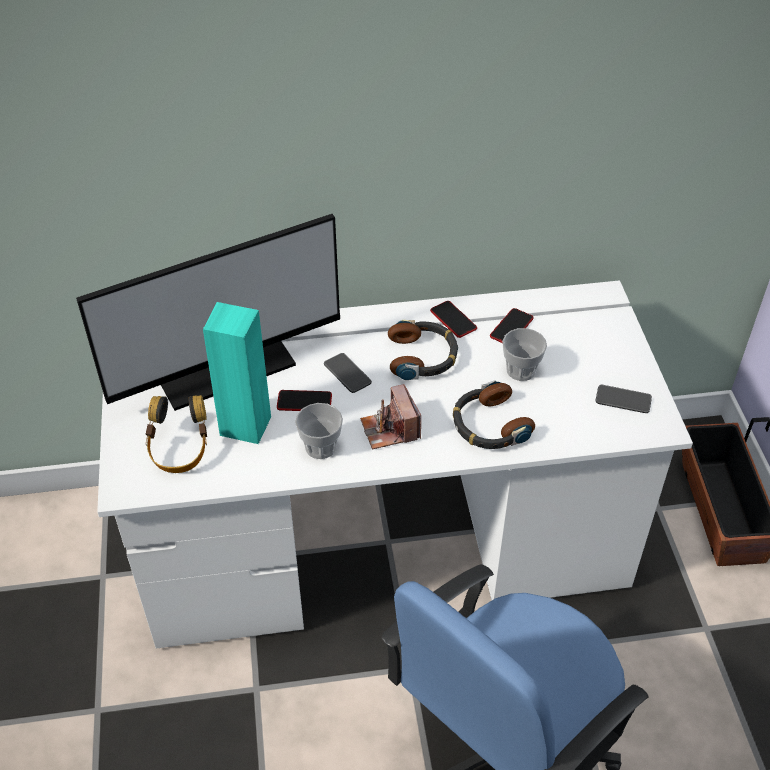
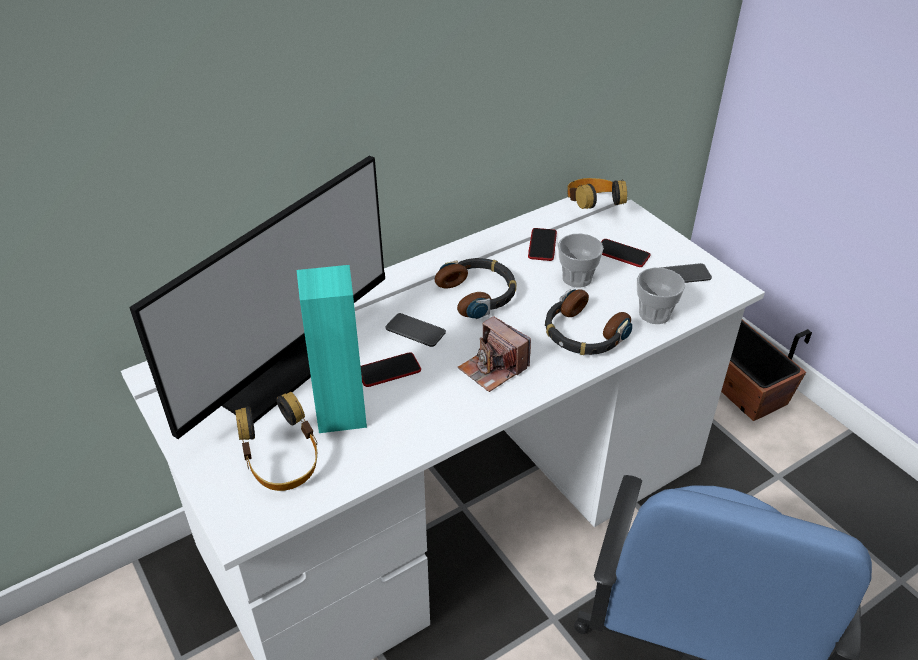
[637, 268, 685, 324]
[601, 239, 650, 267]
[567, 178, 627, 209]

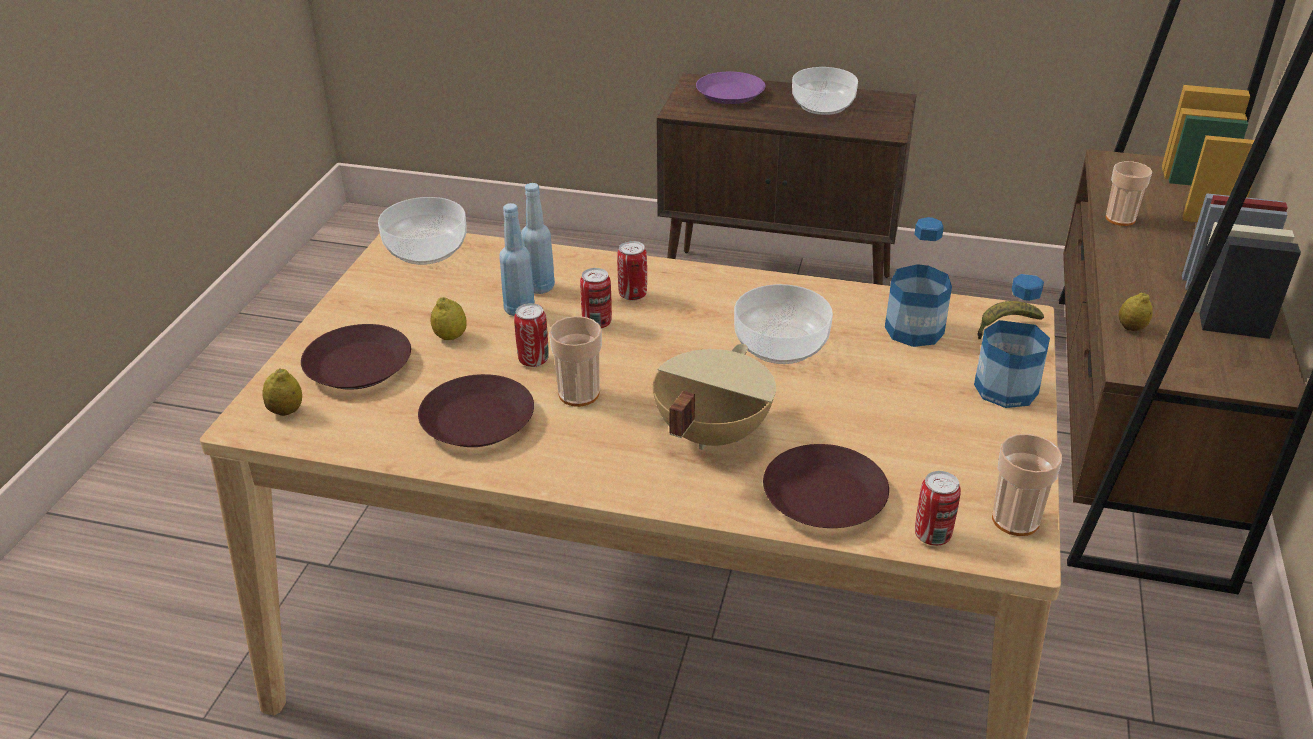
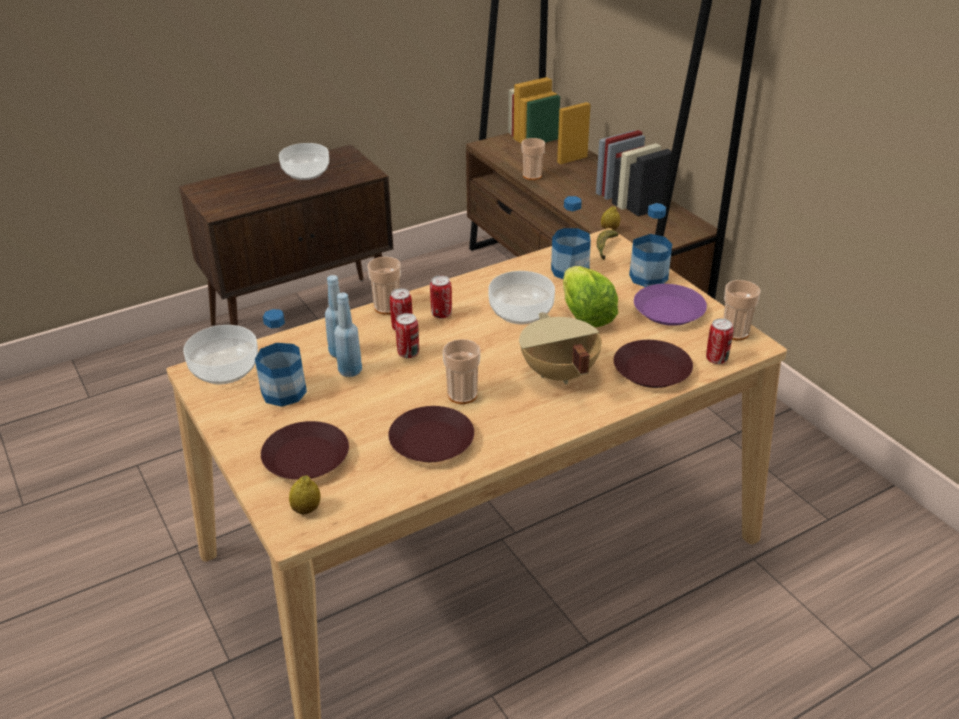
[431, 297, 467, 340] (first image)
[430, 275, 452, 319]
[634, 284, 707, 326]
[255, 309, 307, 407]
[367, 257, 401, 315]
[563, 266, 618, 327]

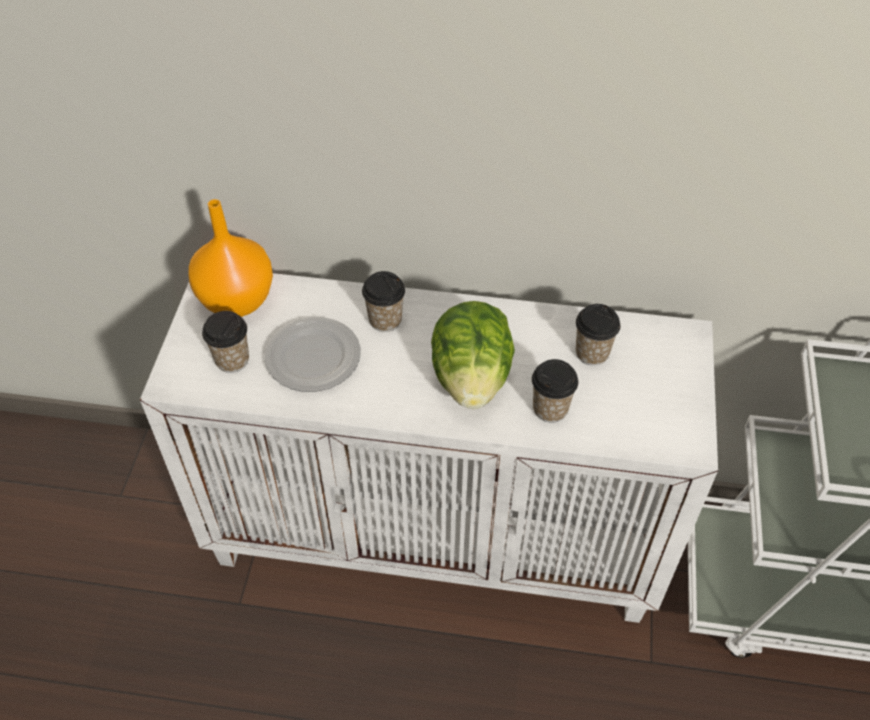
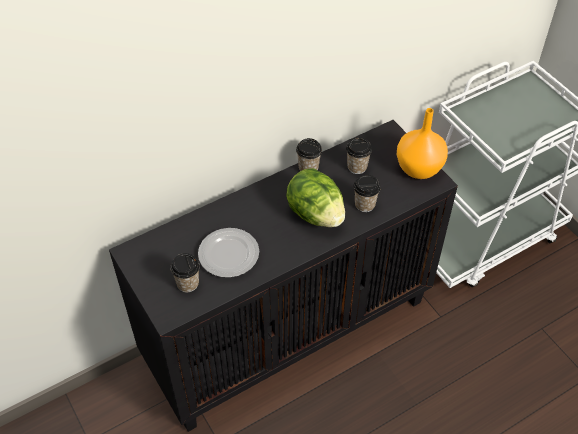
[109, 120, 458, 432]
[397, 108, 448, 179]
[296, 138, 322, 171]

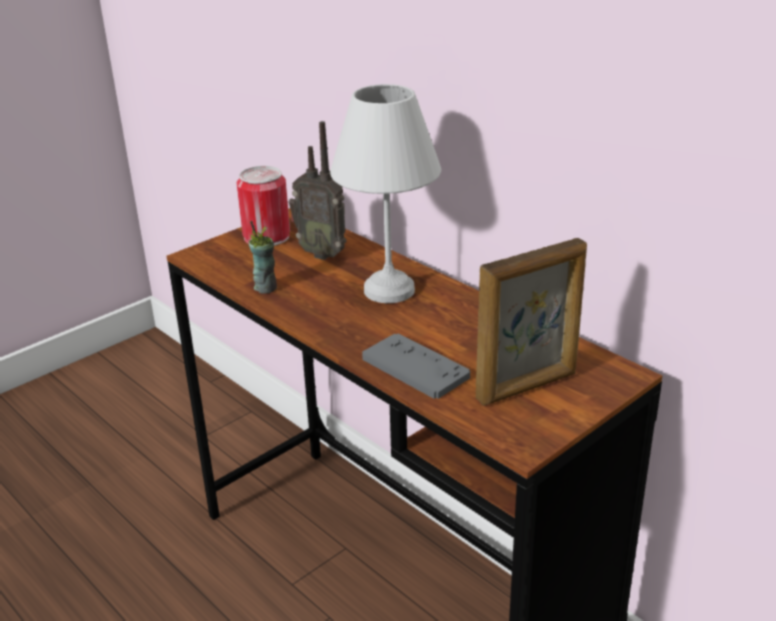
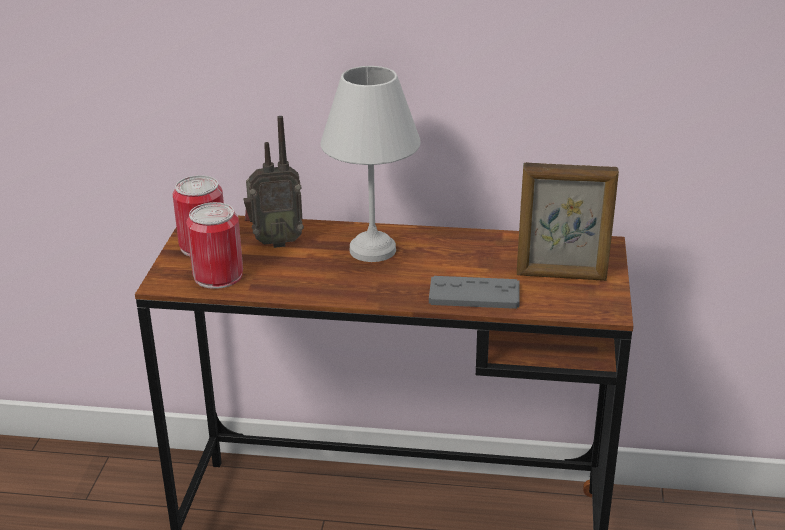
[249, 221, 277, 294] (first image)
[517, 162, 619, 281]
[186, 202, 243, 289]

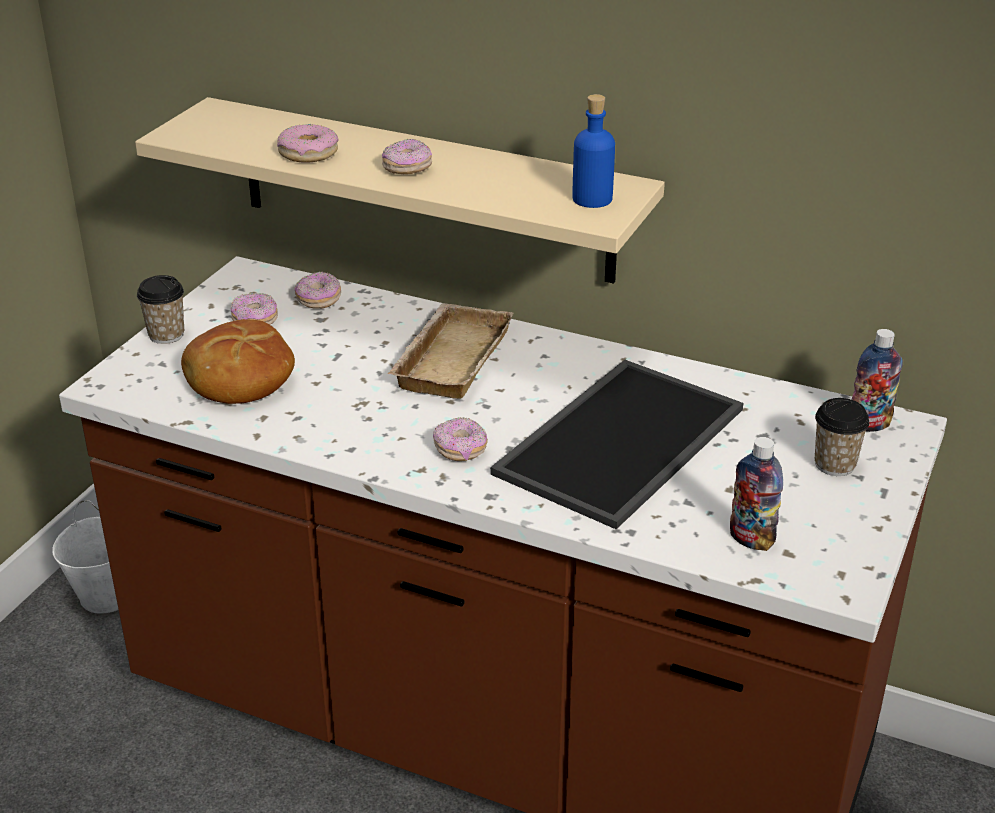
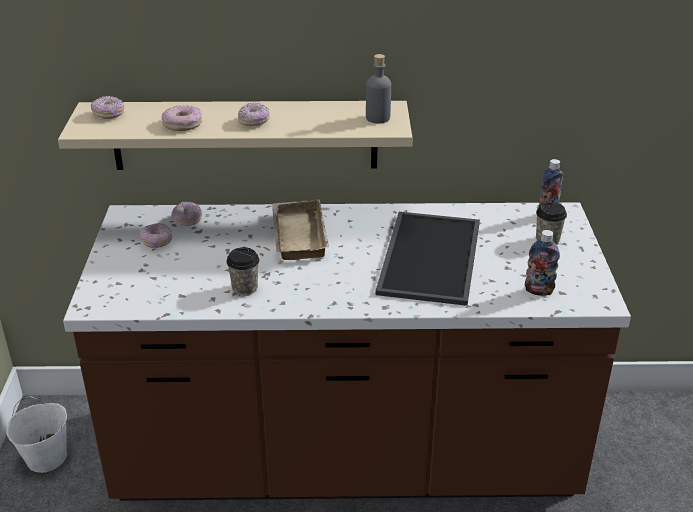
[226, 247, 259, 296]
[181, 319, 295, 404] (first image)
[91, 96, 124, 119]
[366, 54, 391, 124]

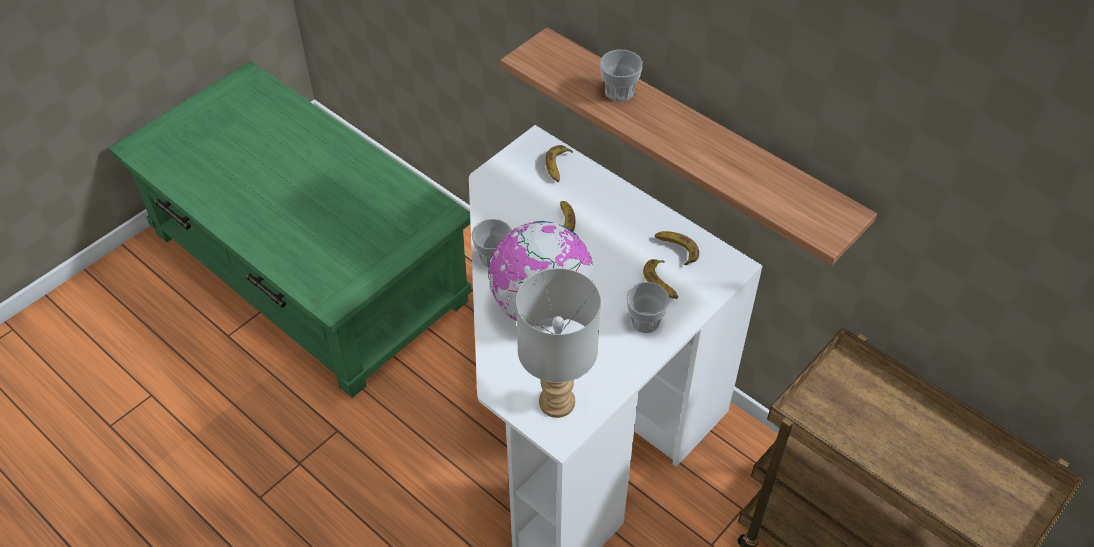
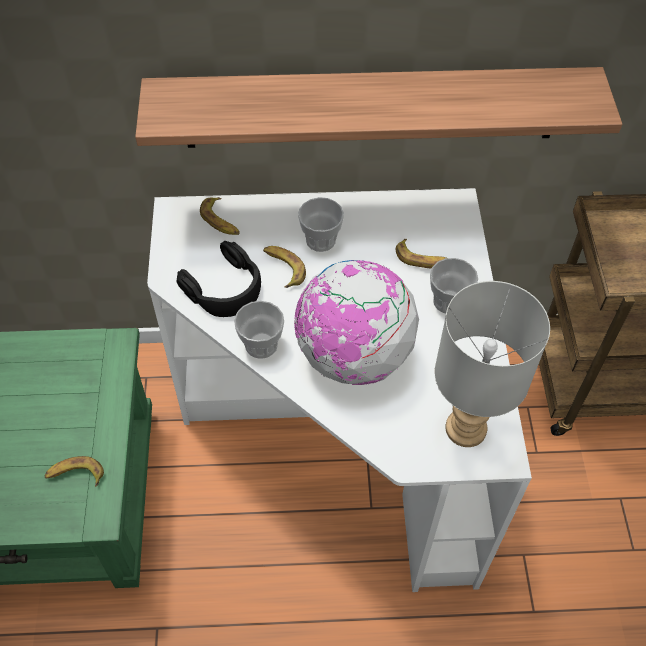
[298, 197, 344, 252]
[45, 456, 104, 487]
[177, 241, 261, 317]

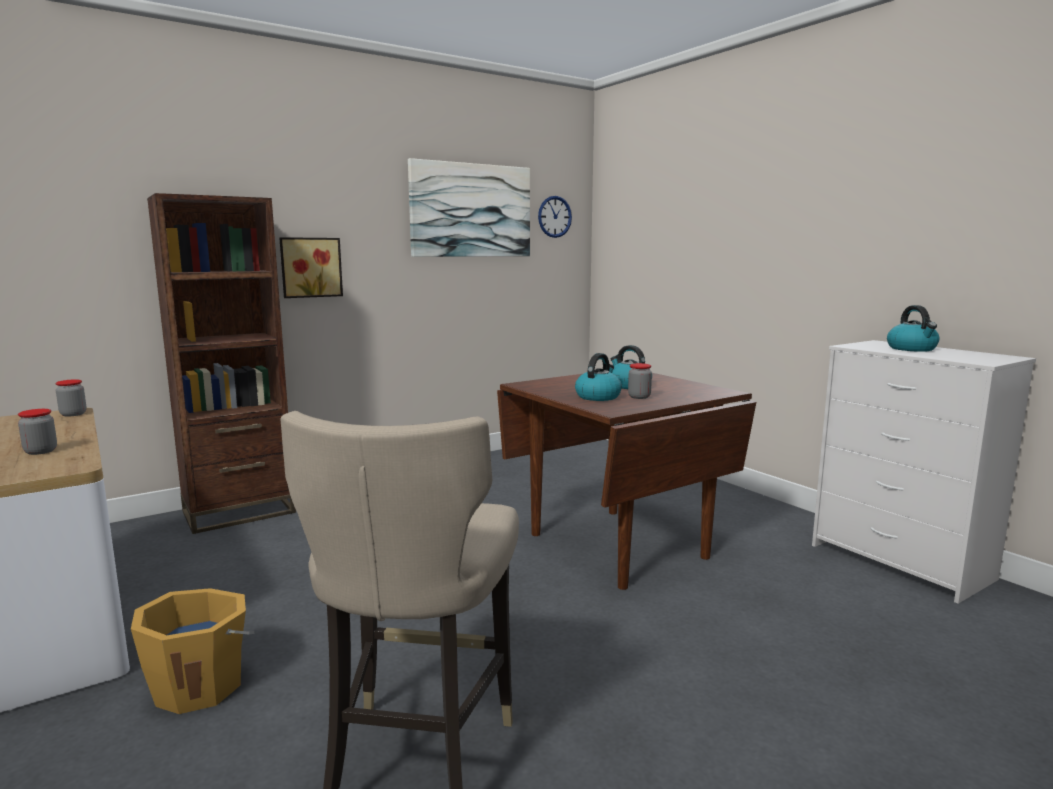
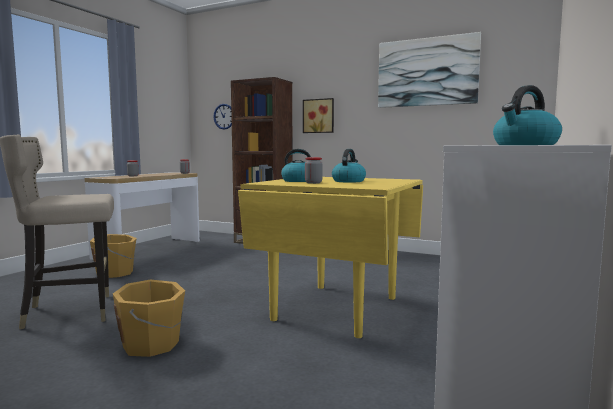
[238, 177, 423, 338]
[214, 104, 232, 130]
[113, 279, 185, 357]

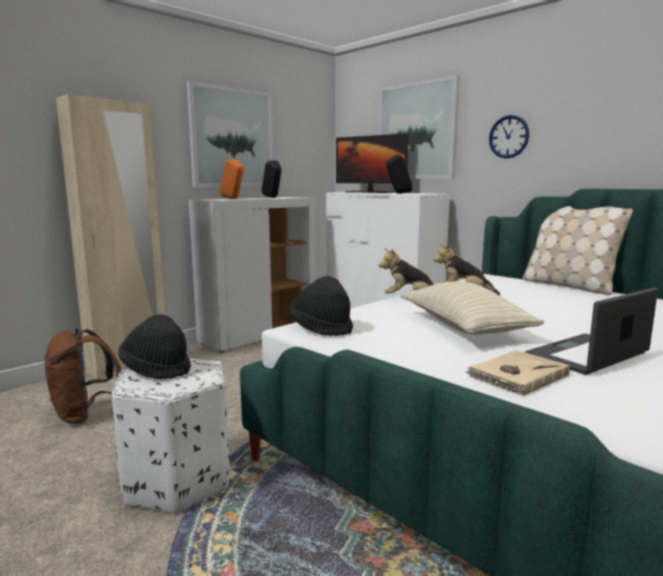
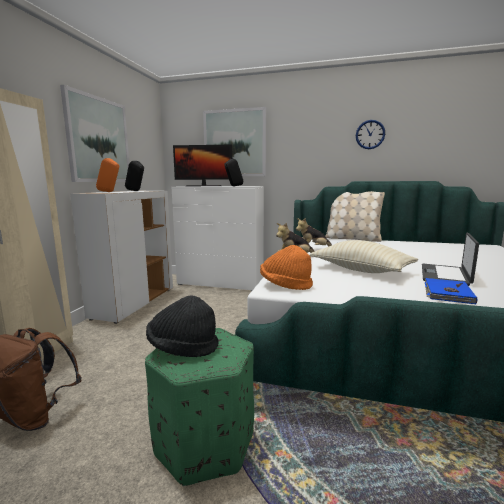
[145, 328, 254, 486]
[260, 245, 313, 290]
[425, 278, 477, 305]
[356, 120, 385, 149]

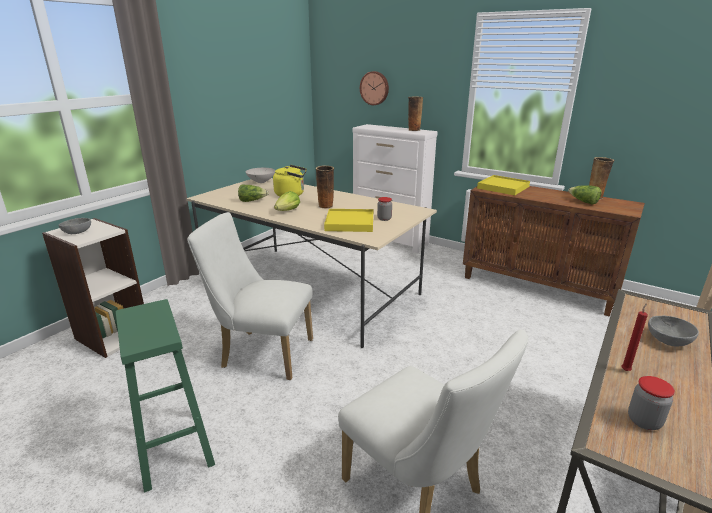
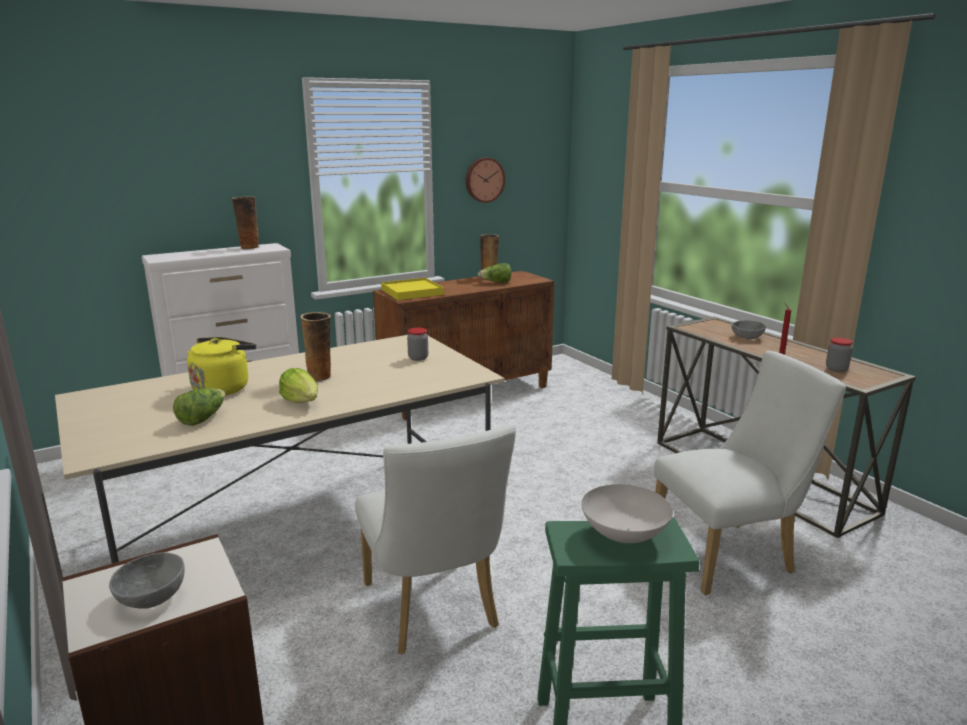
[355, 425, 516, 654]
[581, 484, 673, 543]
[324, 209, 373, 232] (first image)
[466, 158, 505, 203]

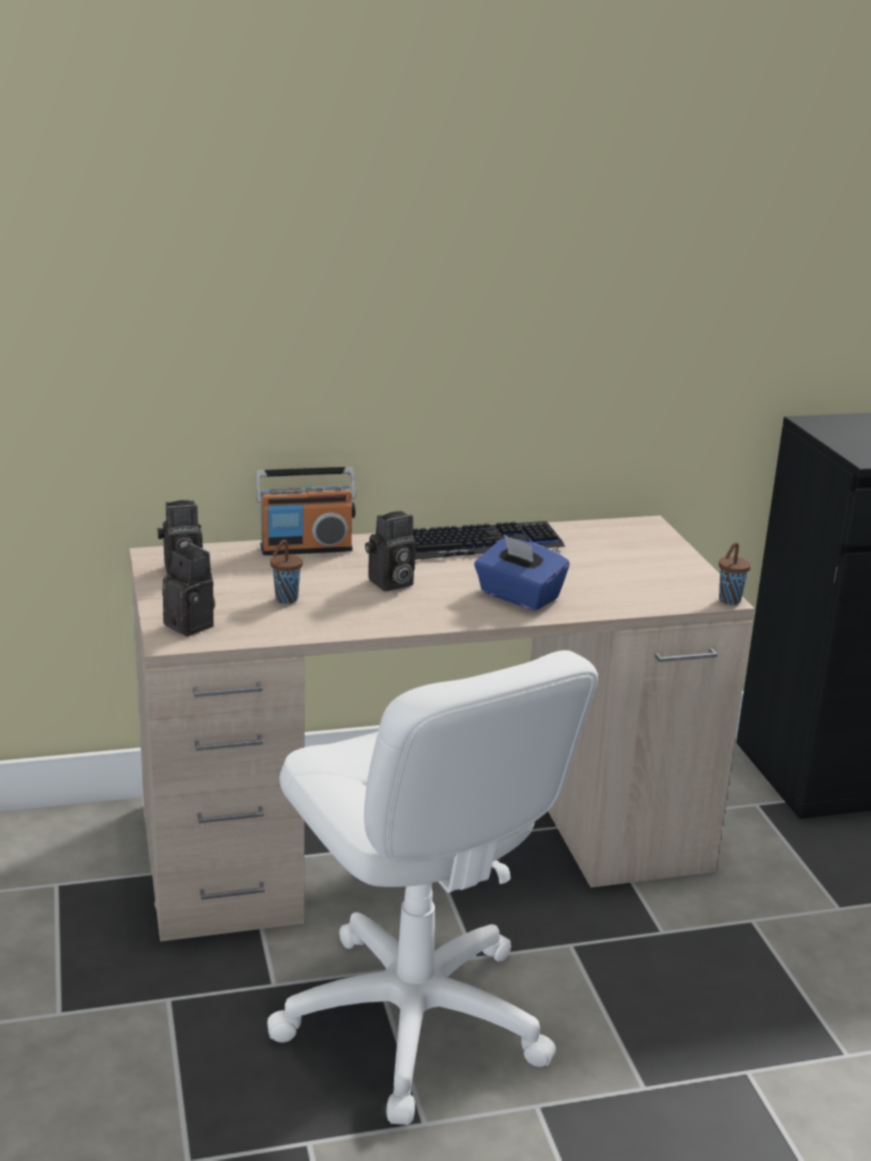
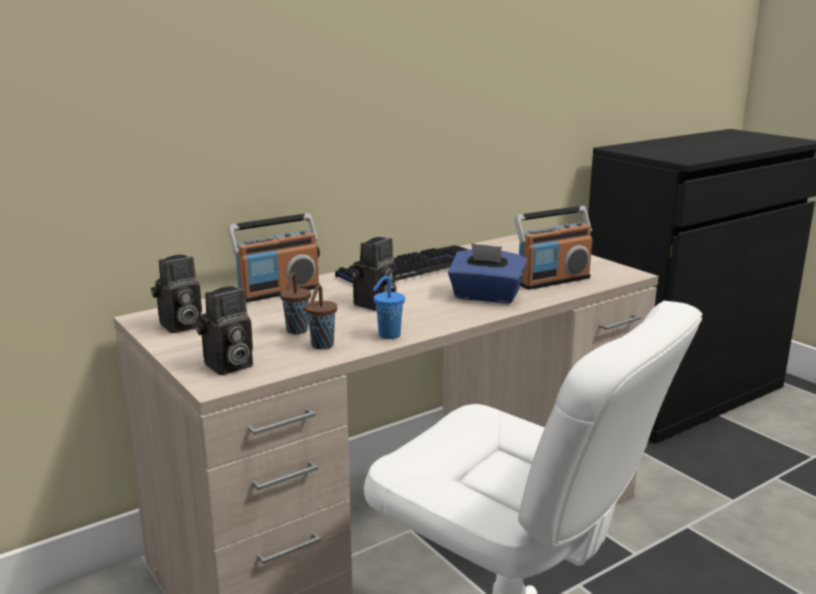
[196, 286, 253, 375]
[305, 285, 337, 349]
[373, 276, 405, 339]
[514, 206, 593, 290]

